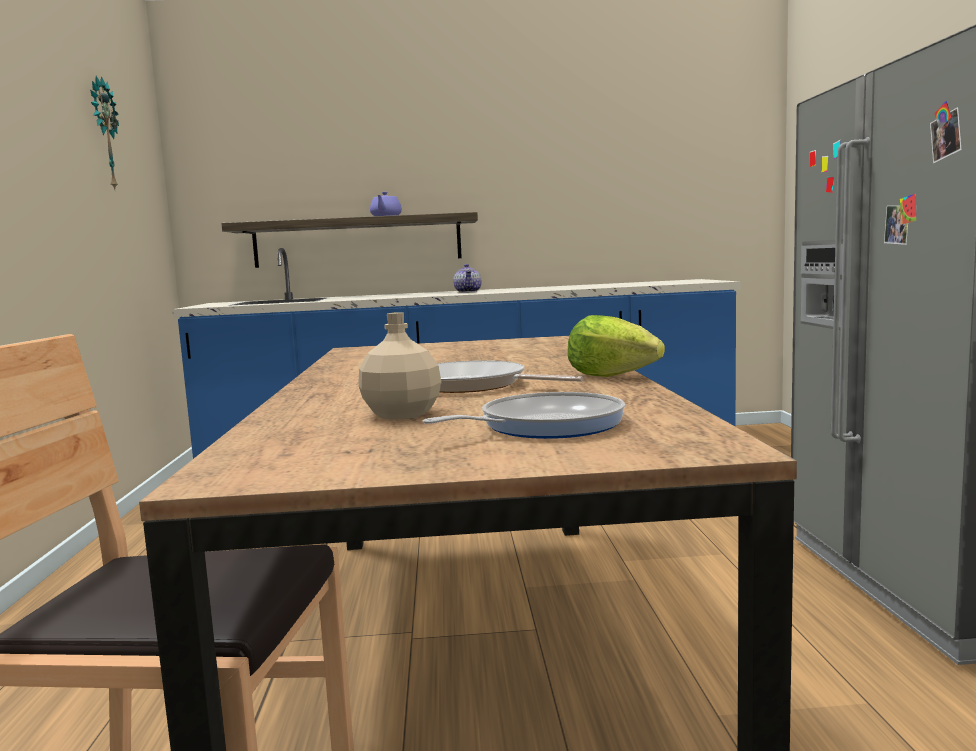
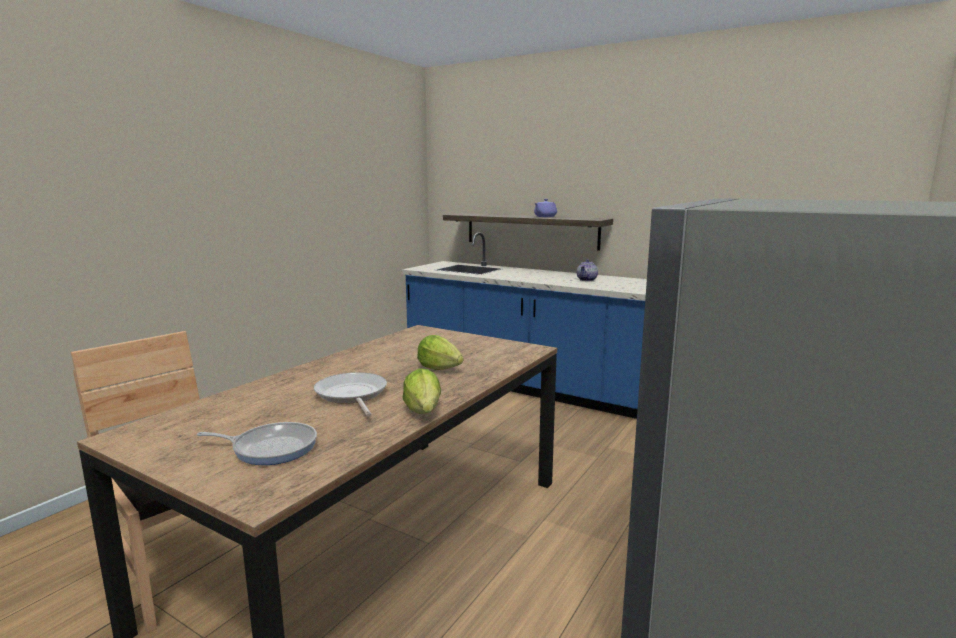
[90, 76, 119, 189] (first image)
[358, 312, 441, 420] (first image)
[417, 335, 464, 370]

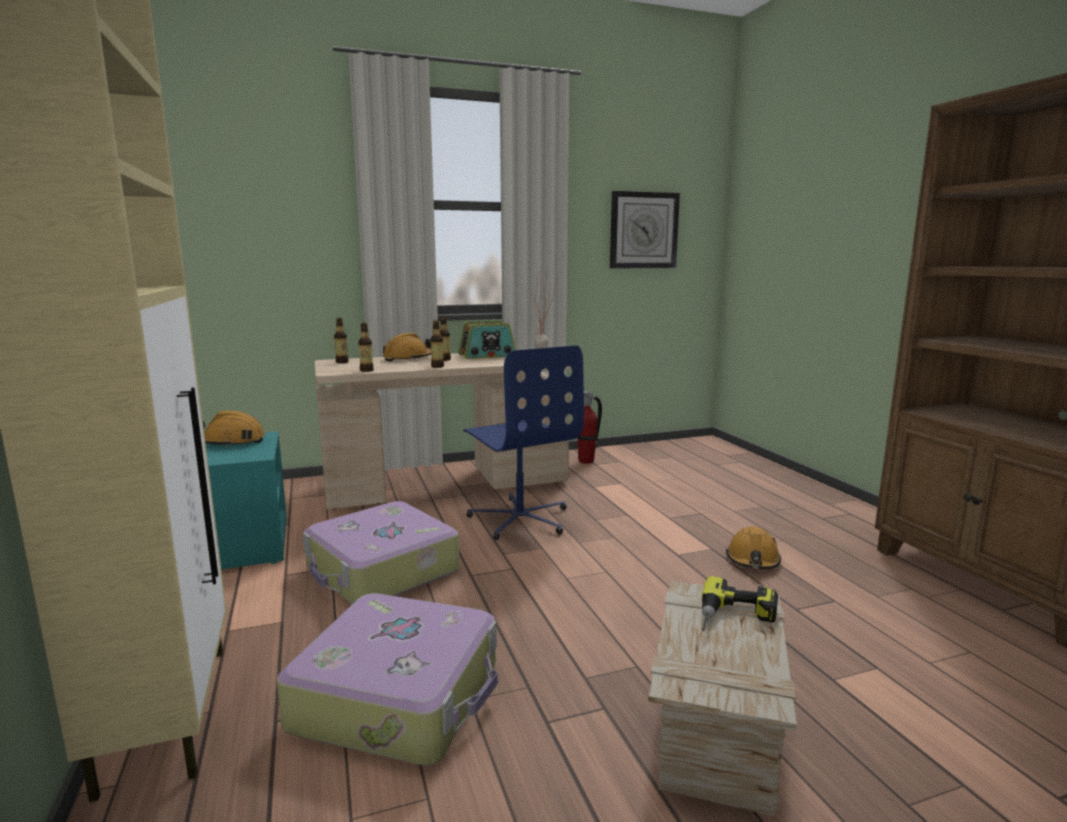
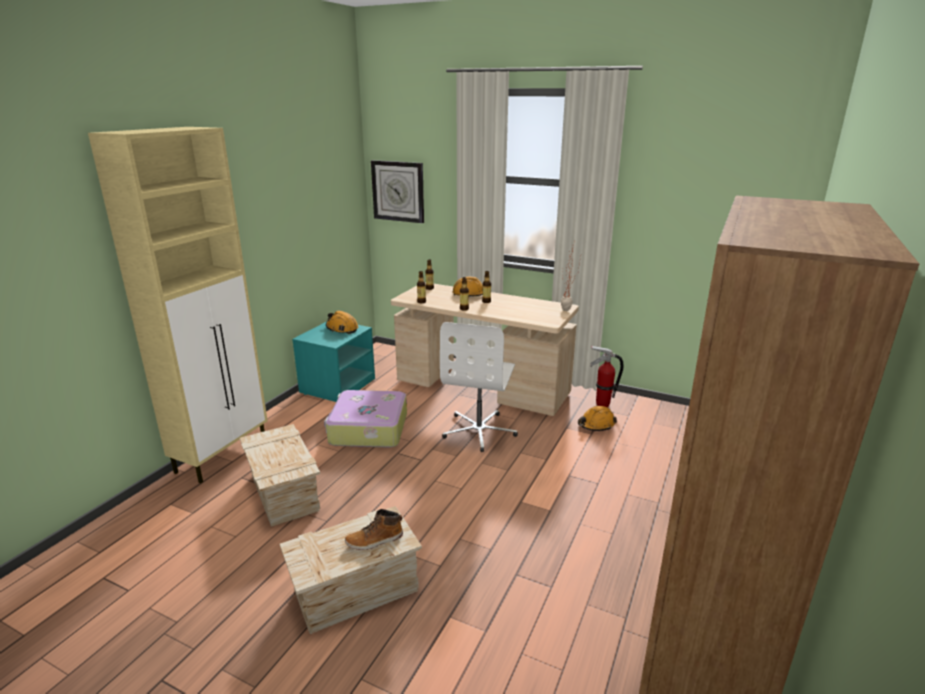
[240, 424, 320, 527]
[458, 321, 516, 359] (first image)
[440, 322, 518, 452]
[371, 160, 424, 223]
[345, 509, 403, 550]
[578, 406, 617, 431]

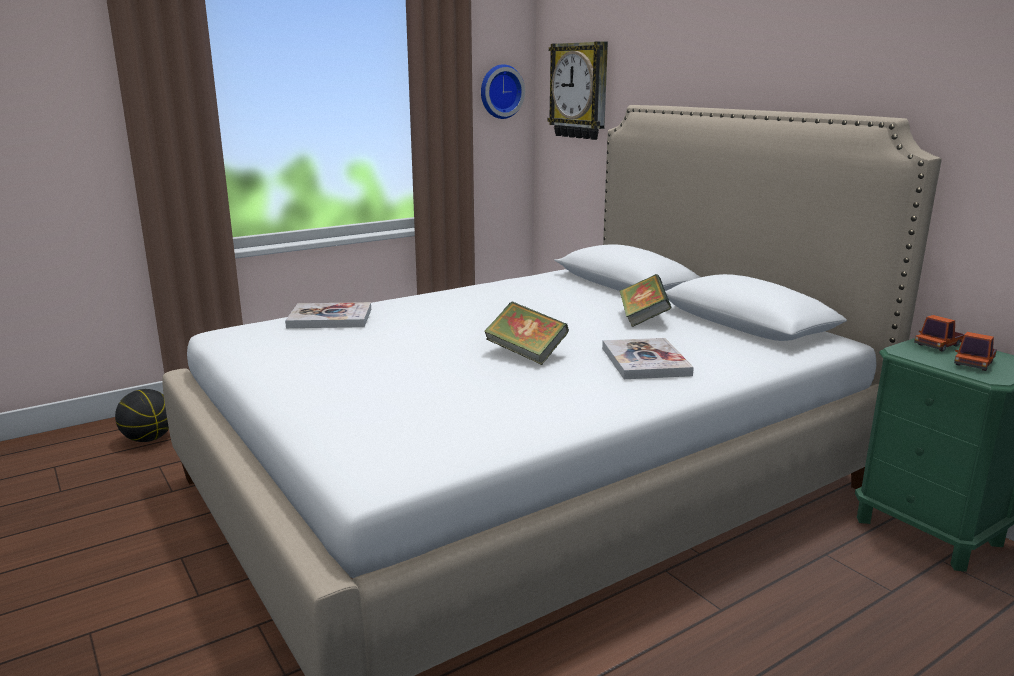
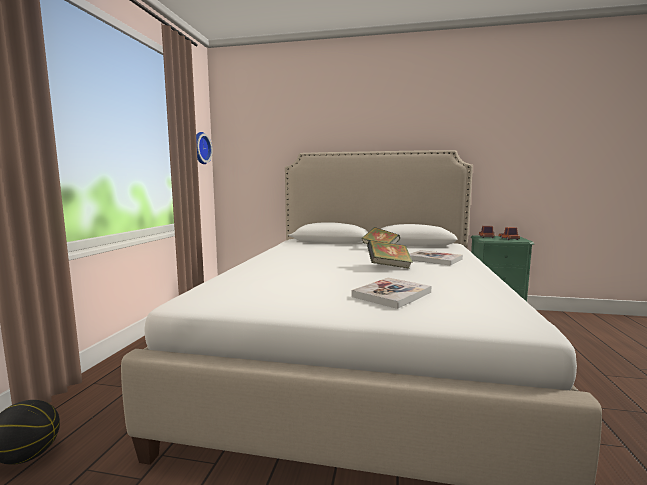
[351, 278, 431, 309]
[547, 41, 608, 140] (first image)

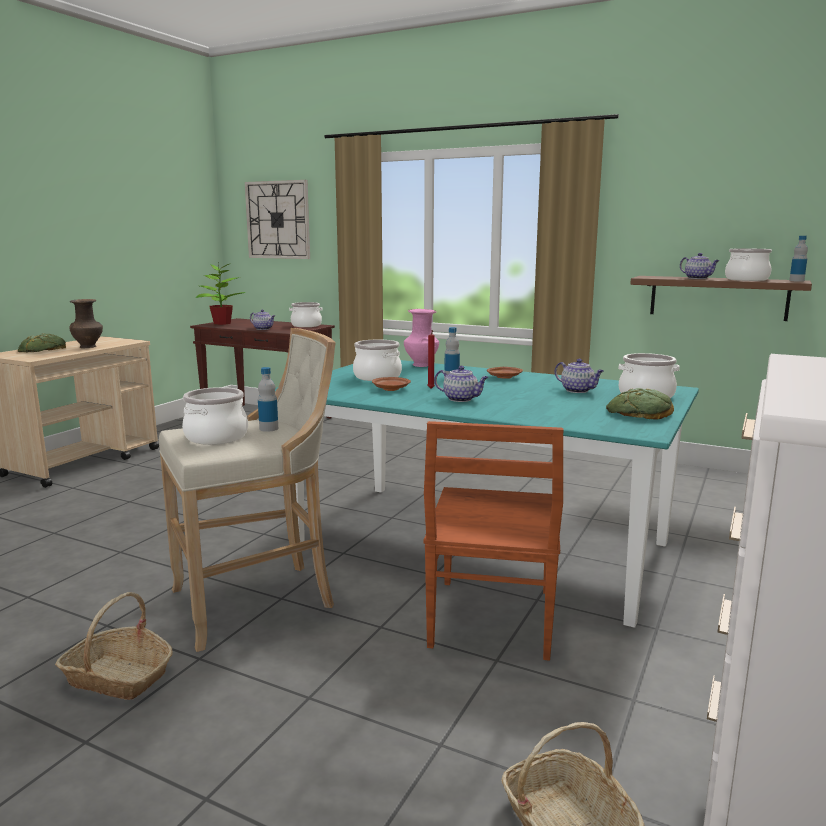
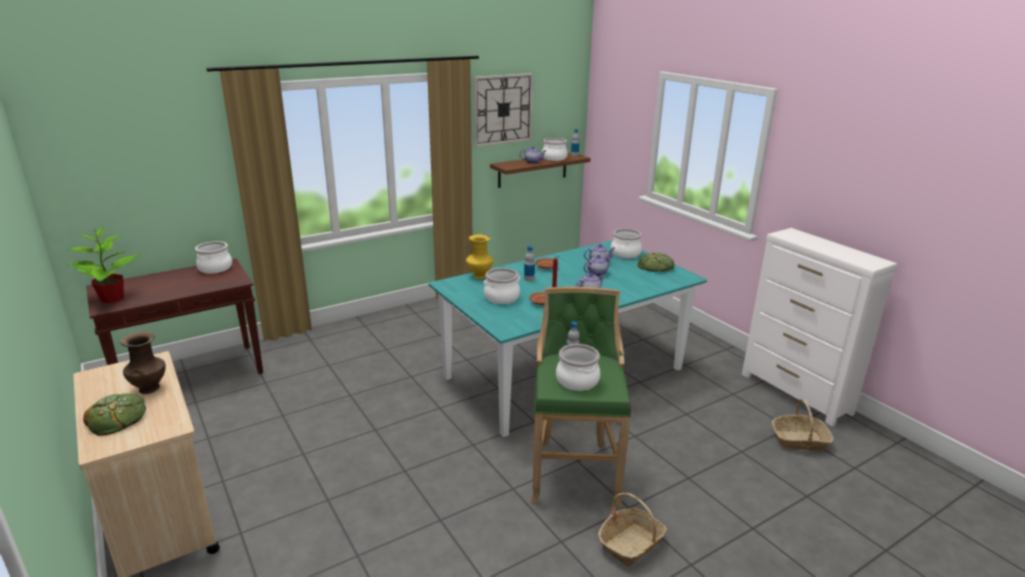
[531, 287, 631, 507]
[474, 73, 533, 147]
[583, 255, 612, 277]
[466, 235, 493, 279]
[424, 421, 564, 661] (first image)

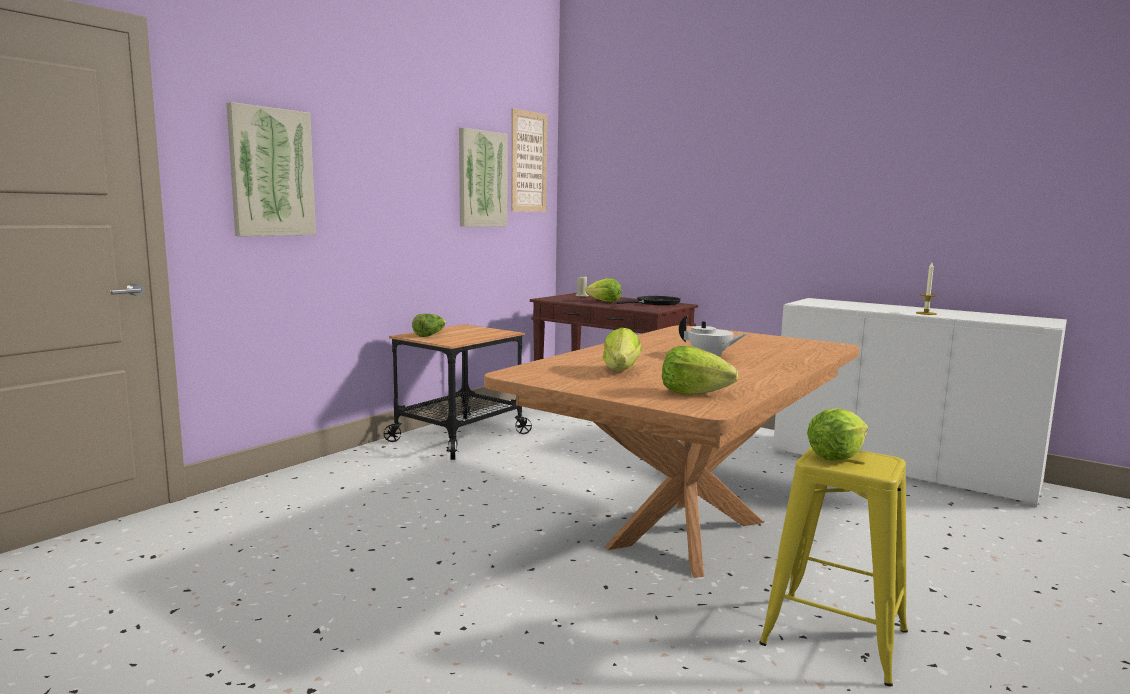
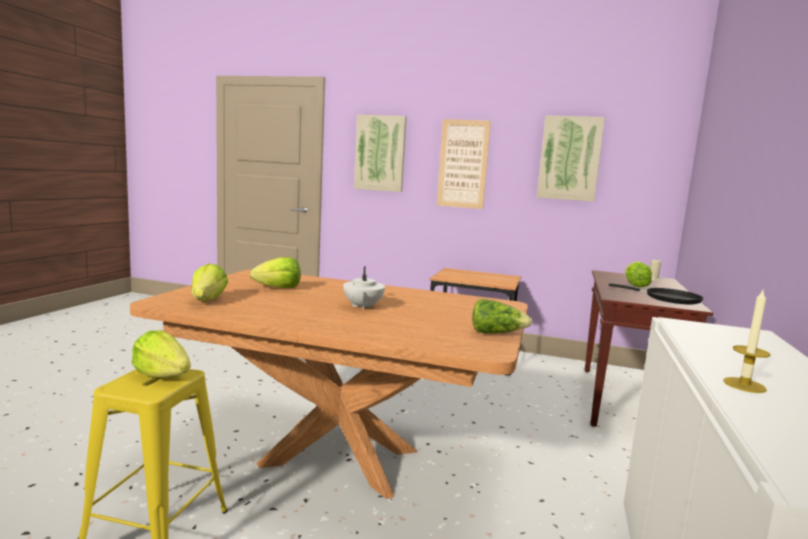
[473, 299, 532, 334]
[437, 119, 491, 209]

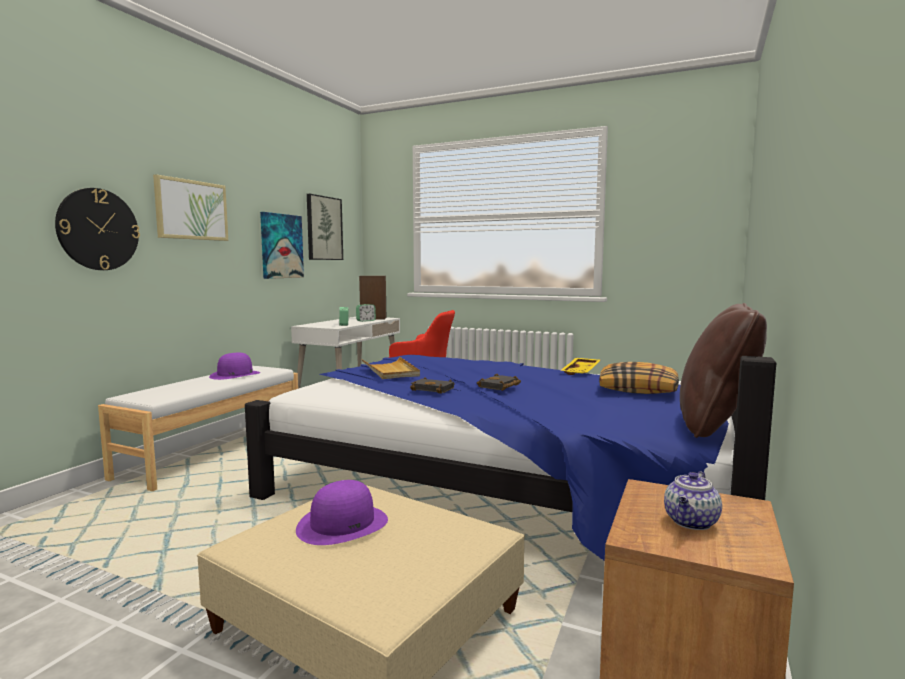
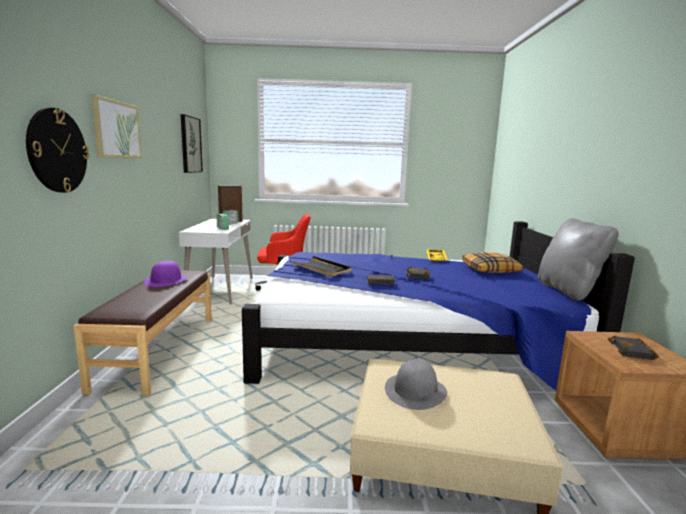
[73, 270, 212, 395]
[260, 212, 304, 279] (first image)
[385, 359, 447, 410]
[290, 256, 352, 277]
[608, 335, 659, 360]
[538, 218, 619, 301]

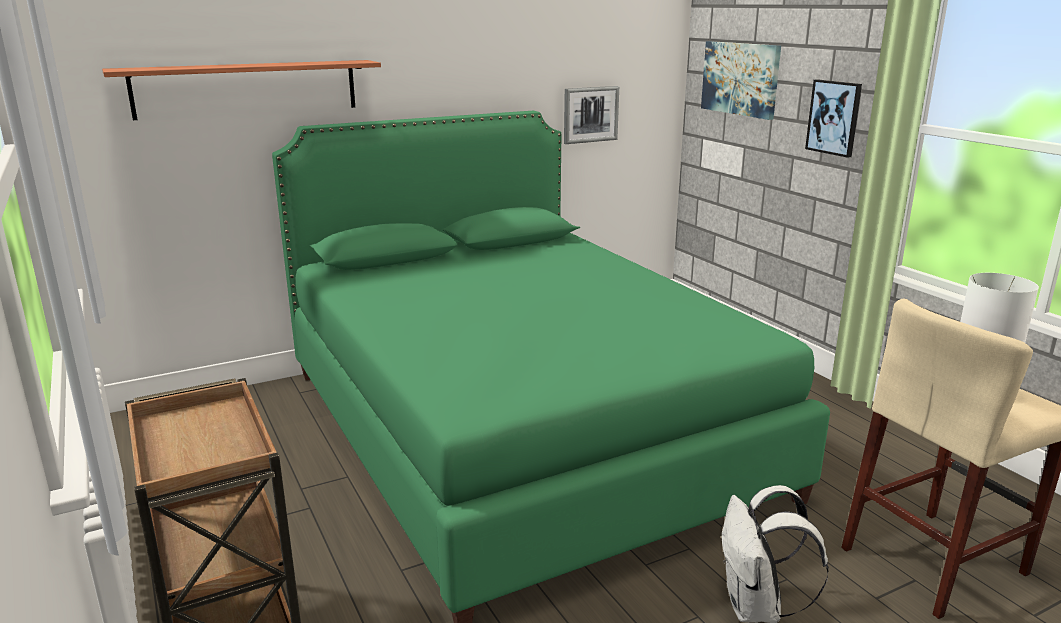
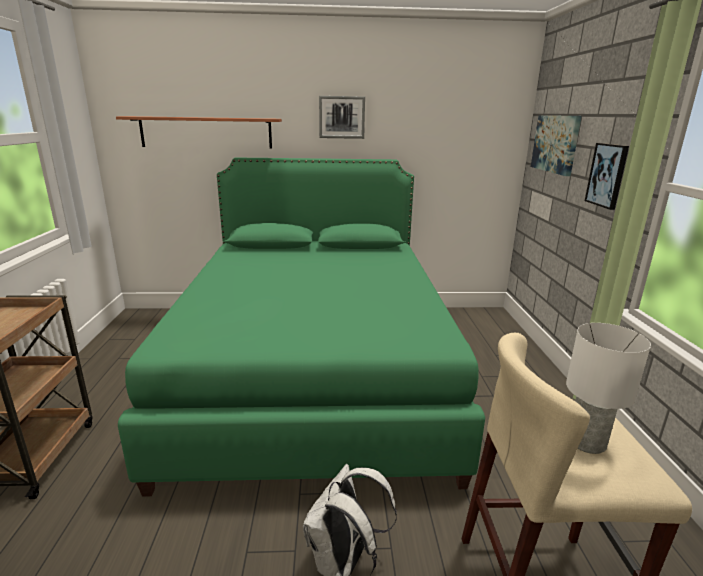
[319, 96, 365, 139]

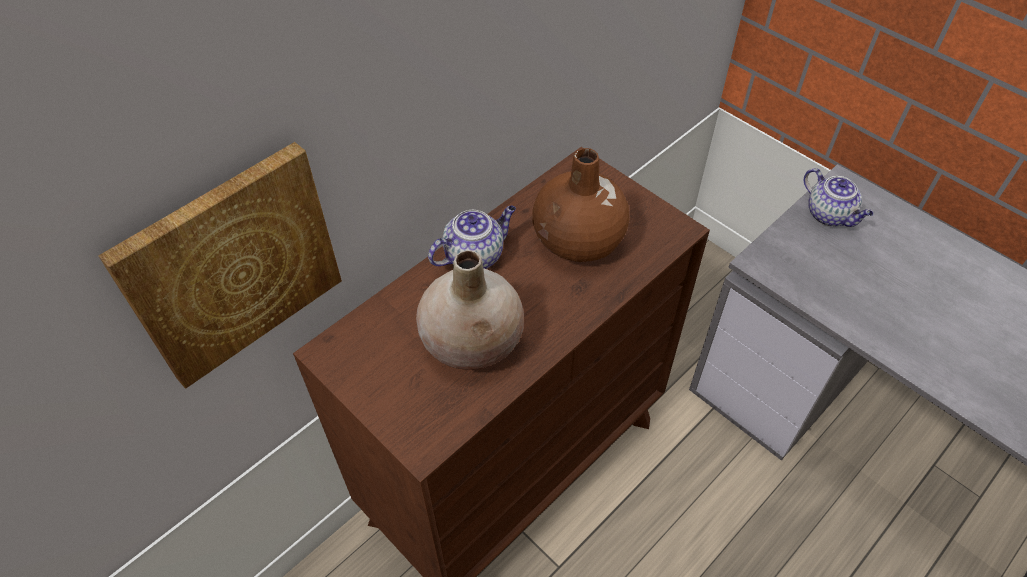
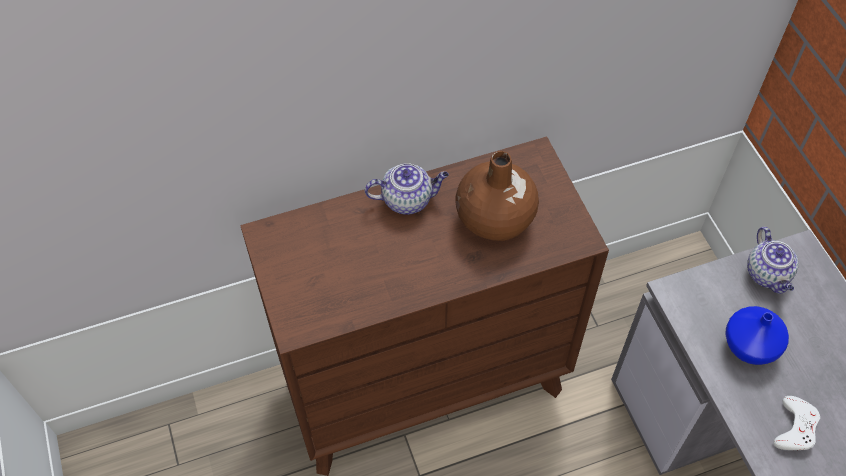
[98, 142, 342, 389] (first image)
[416, 250, 524, 370] (first image)
[725, 306, 789, 365]
[774, 396, 820, 450]

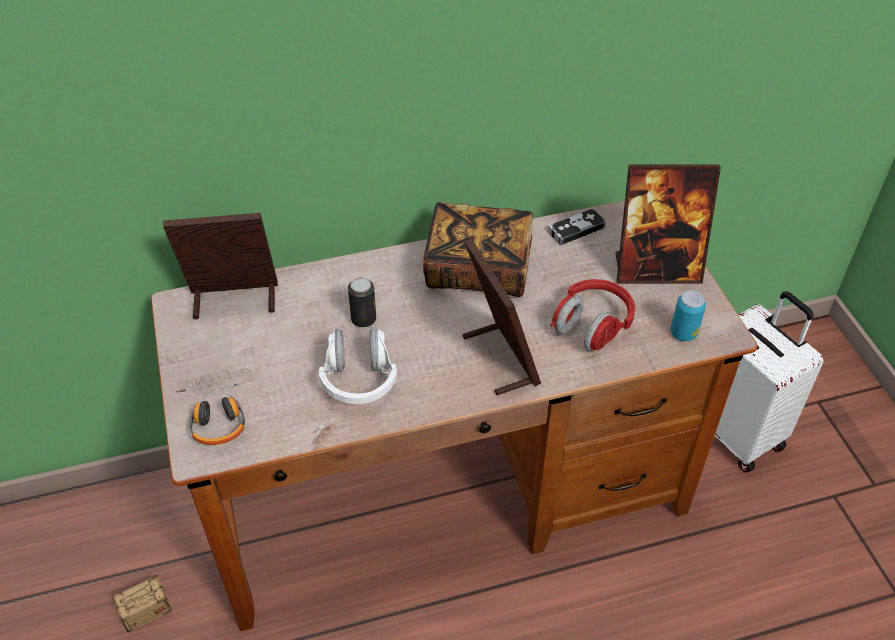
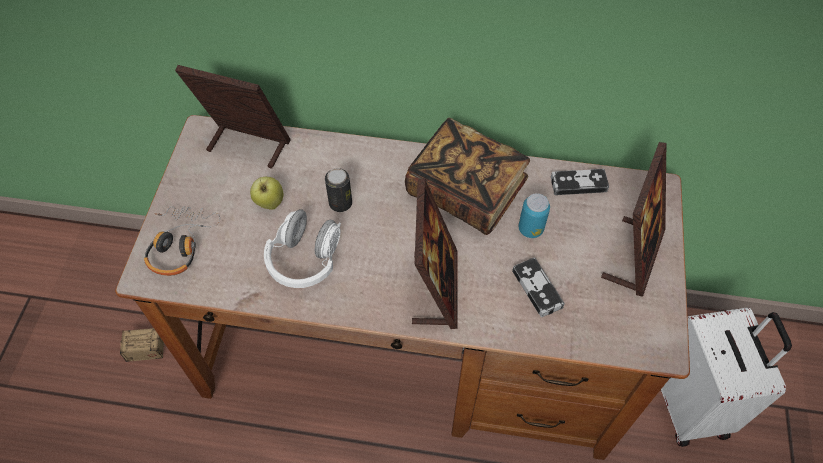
[512, 257, 565, 317]
[601, 142, 666, 297]
[518, 193, 550, 238]
[250, 177, 283, 210]

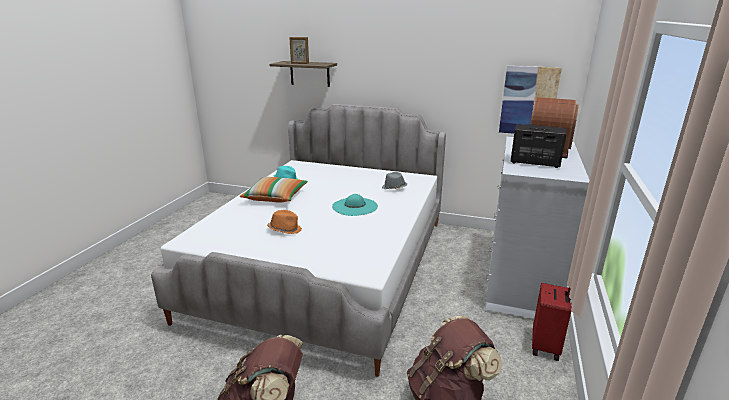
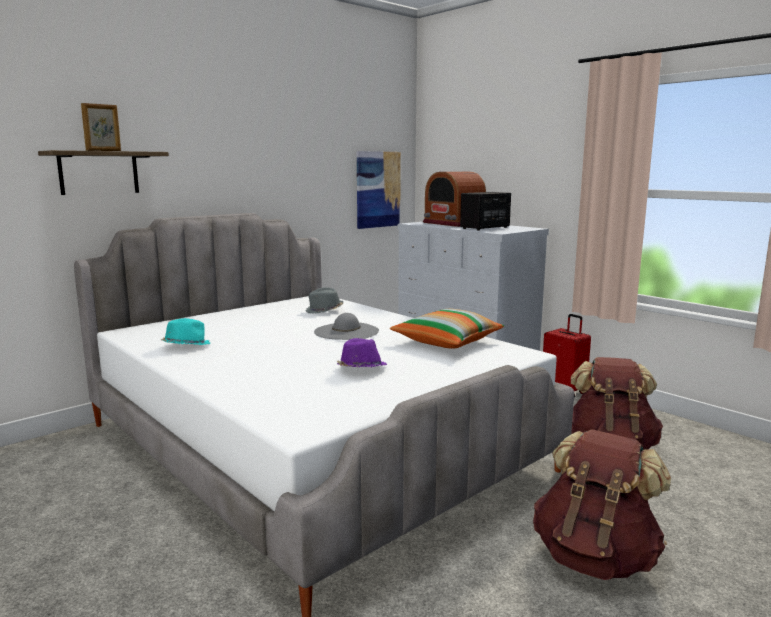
[390, 309, 504, 348]
[337, 338, 387, 367]
[314, 313, 379, 340]

